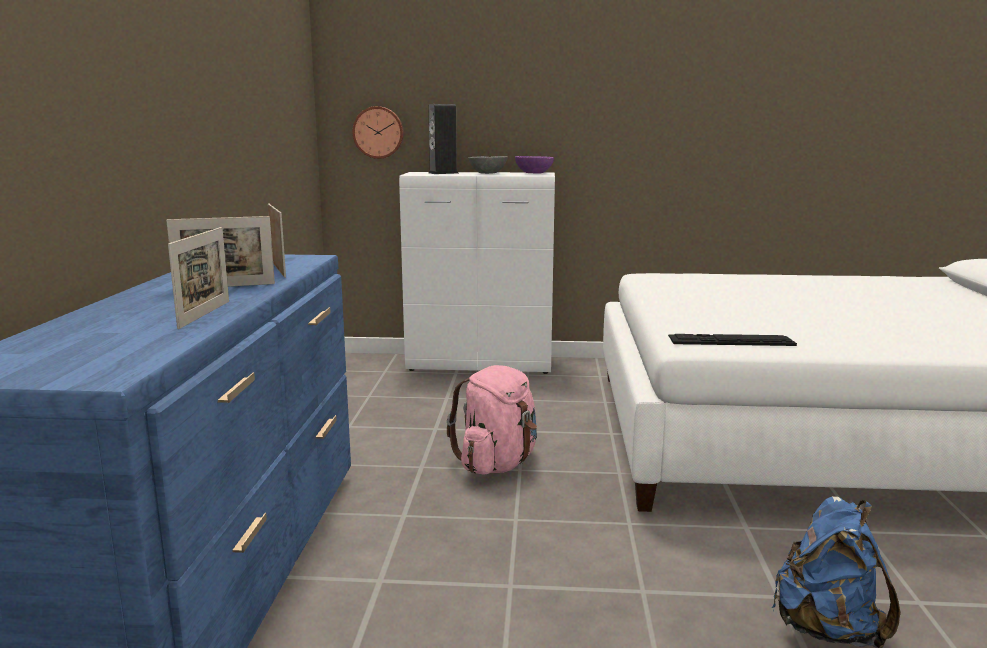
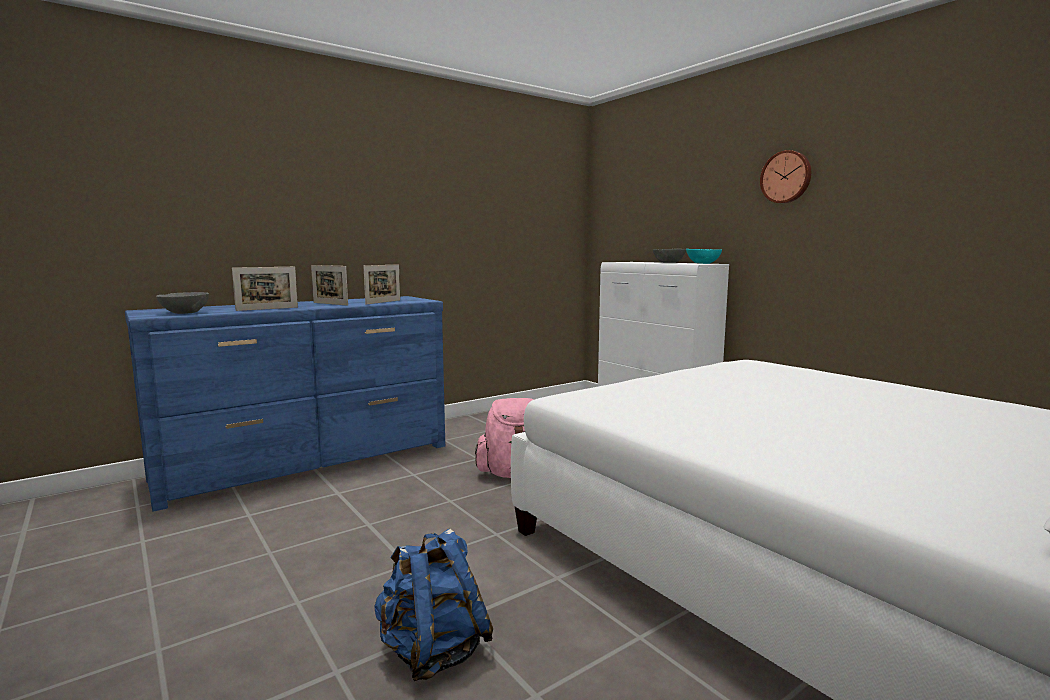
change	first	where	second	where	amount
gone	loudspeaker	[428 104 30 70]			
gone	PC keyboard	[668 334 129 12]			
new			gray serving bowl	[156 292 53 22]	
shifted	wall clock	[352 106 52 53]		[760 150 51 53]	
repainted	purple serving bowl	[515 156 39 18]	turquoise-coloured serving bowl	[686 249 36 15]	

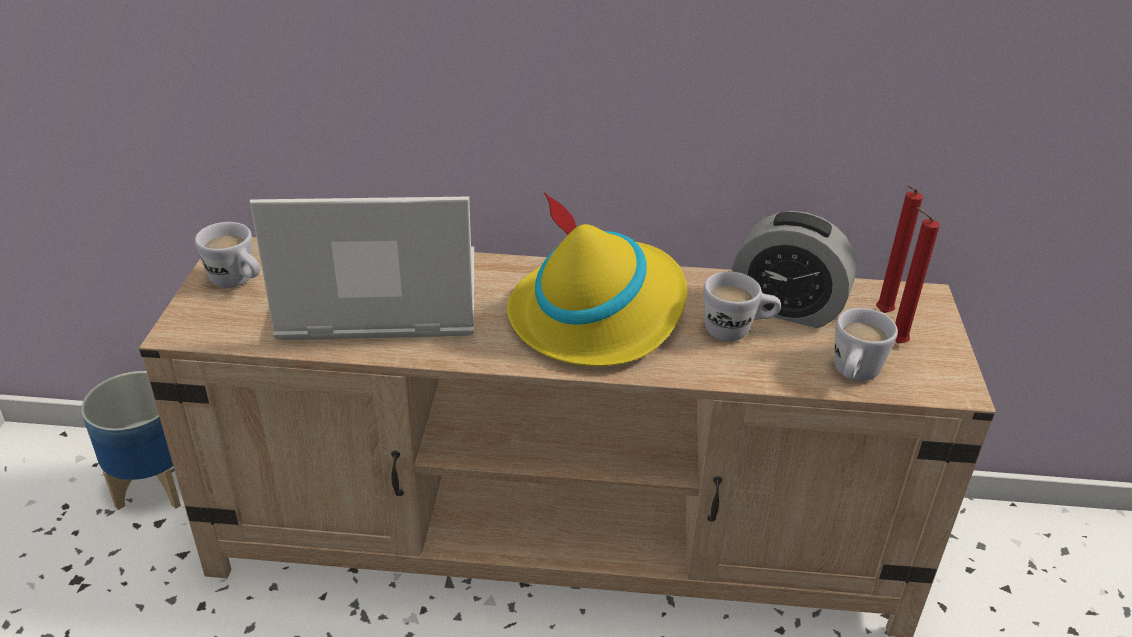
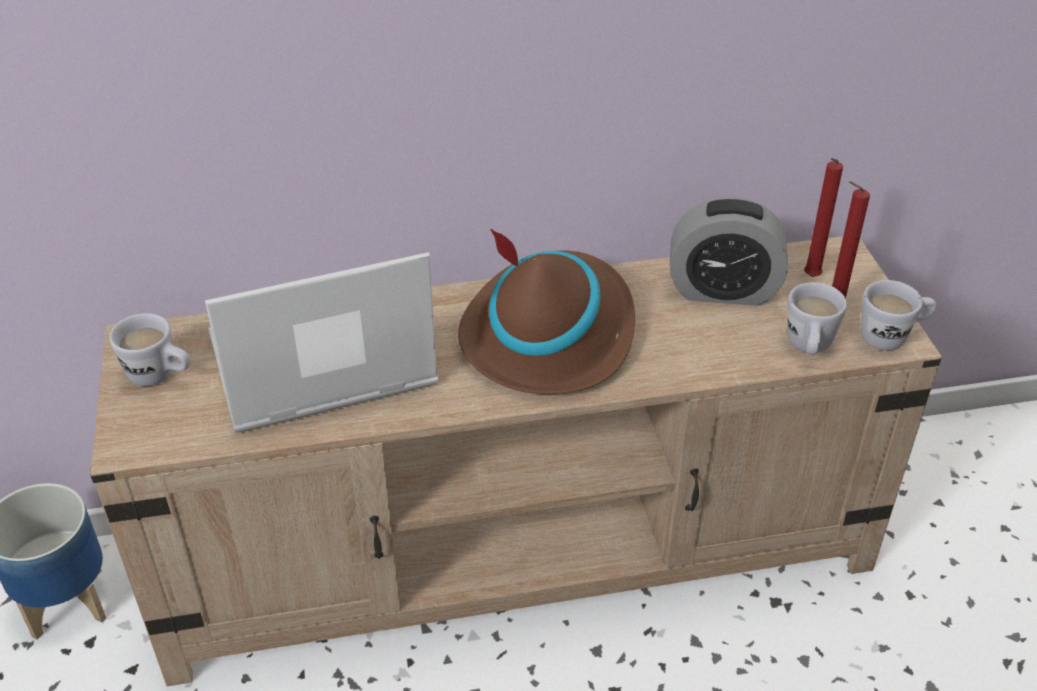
change	first	where	second	where	amount
shifted	white-coloured coffee mug	[704 271 77 70]		[861 280 76 71]	
repainted	yellowish clothing hat	[507 192 180 174]	brown-coloured clothing hat	[458 229 177 165]	

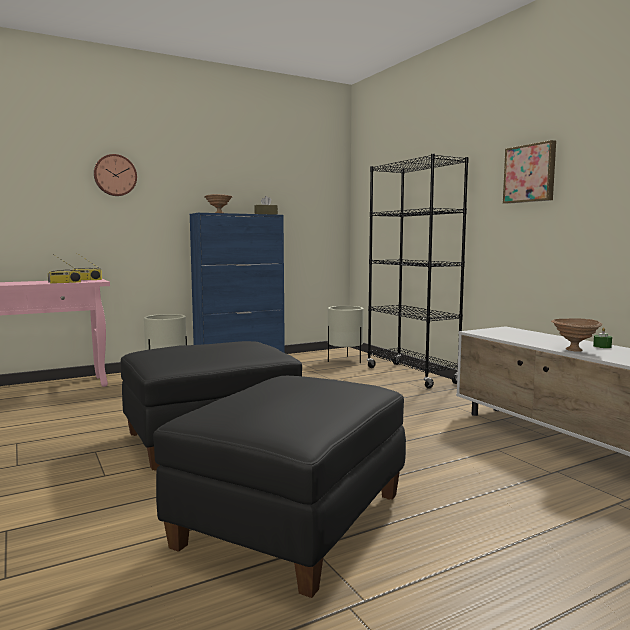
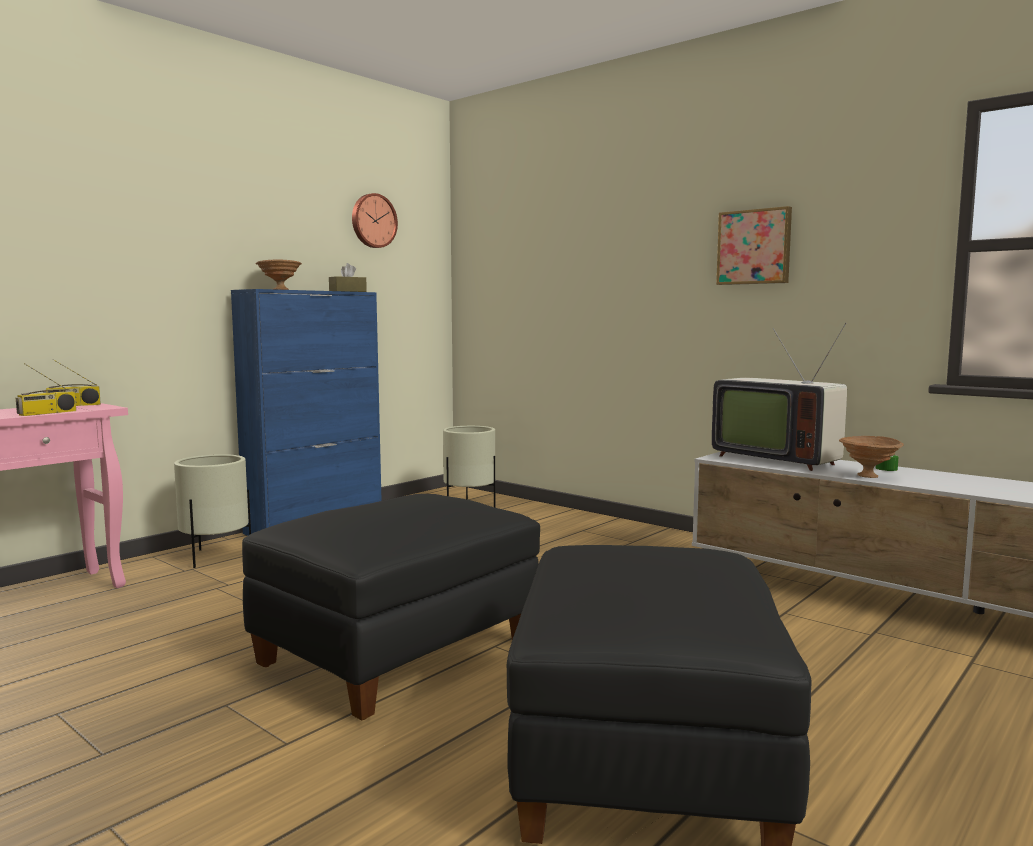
change	first	where	second	where	amount
gone	blackish bookshelf	[367 154 102 235]			
new			TV set	[712 323 135 148]	
shifted	wall clock	[94 154 43 42]		[352 193 46 55]	

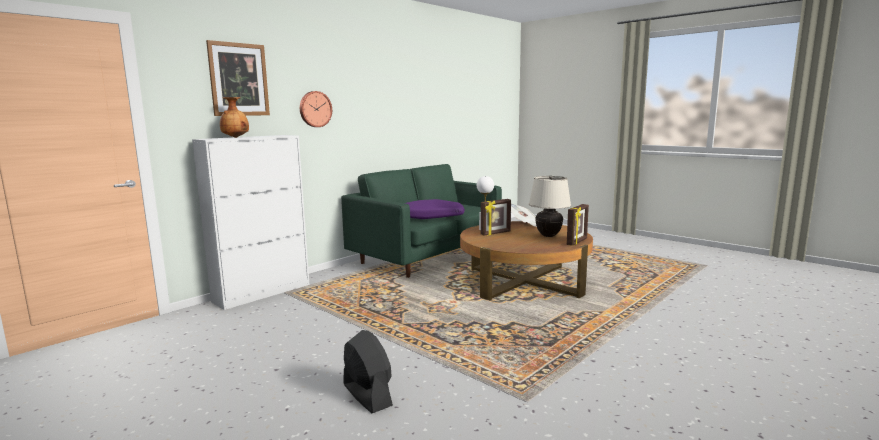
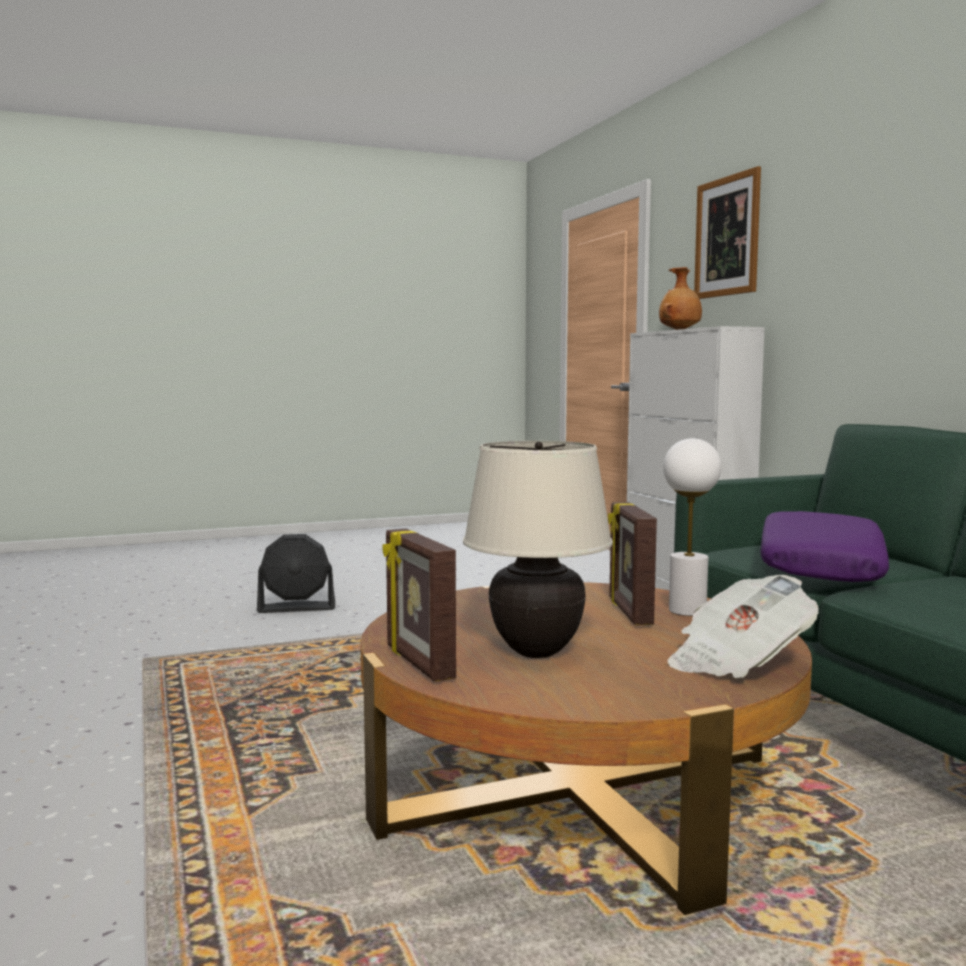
change	first	where	second	where	amount
gone	wall clock	[300 91 32 36]			

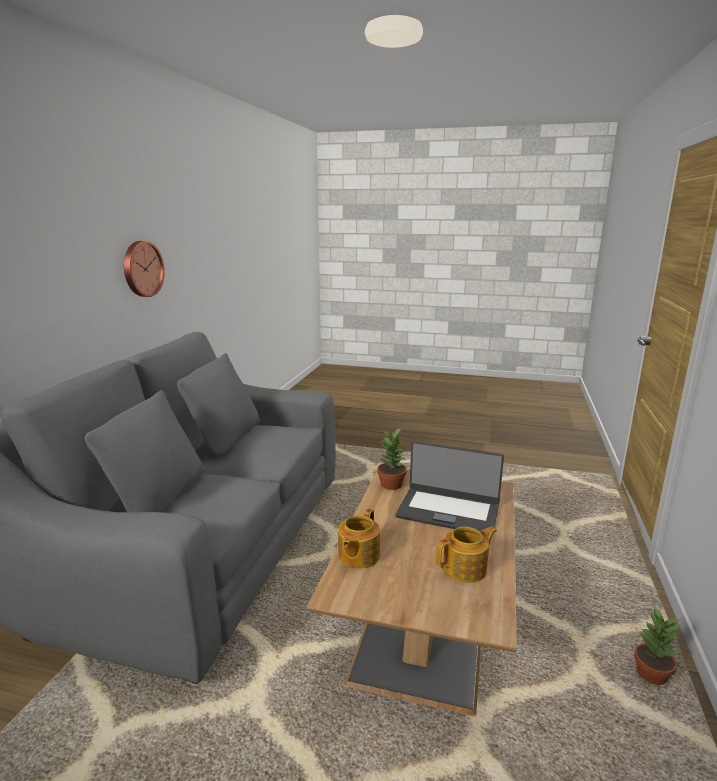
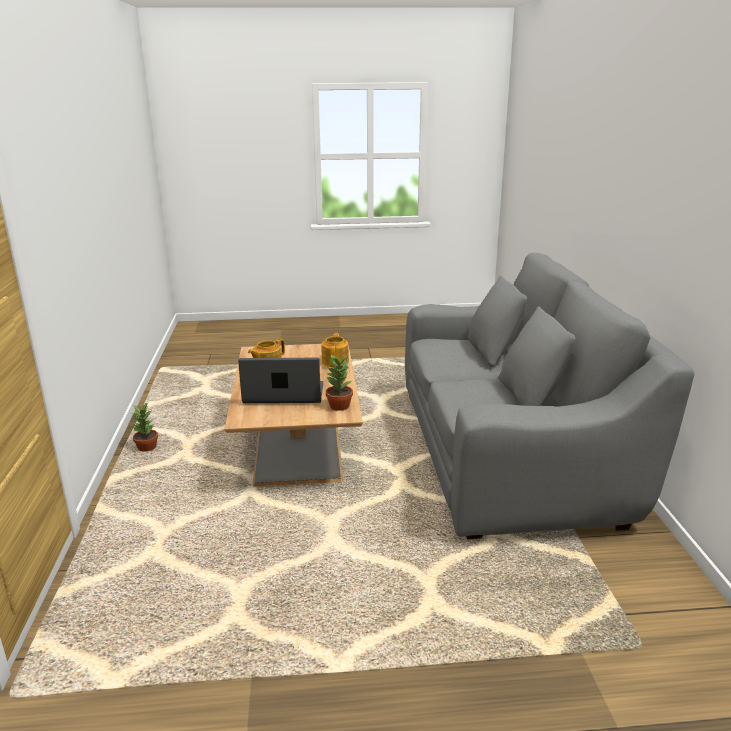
change	first	where	second	where	amount
gone	wall clock	[124 241 41 56]			

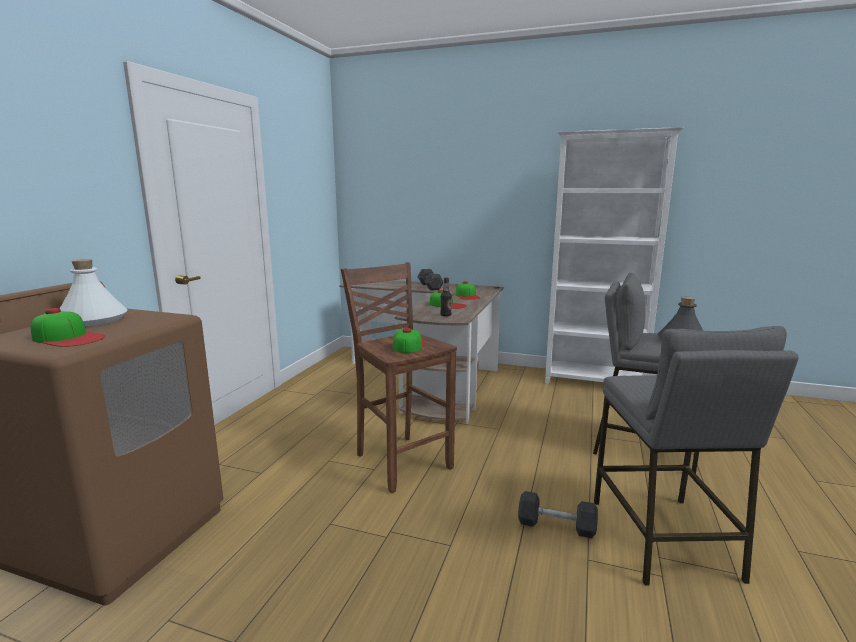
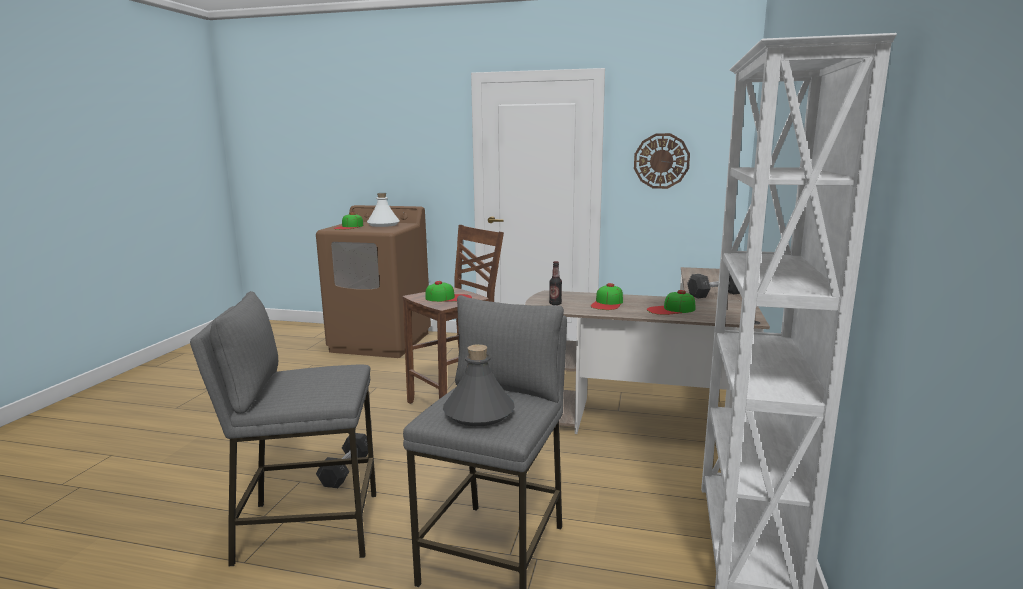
change	first	where	second	where	amount
new			wall clock	[634 133 56 56]	

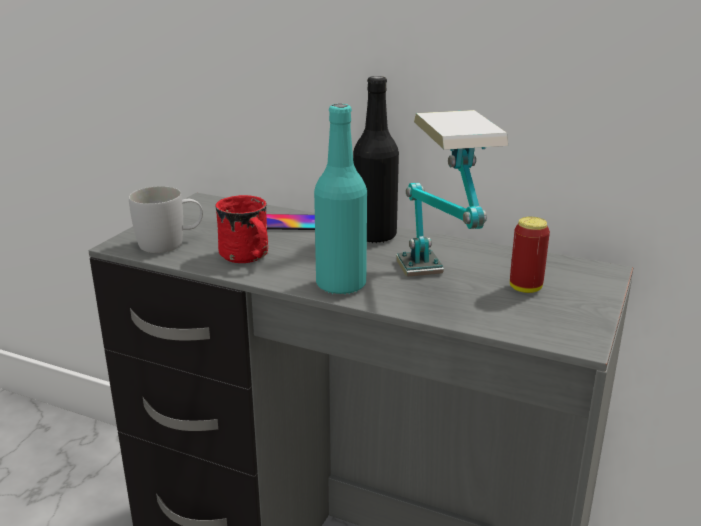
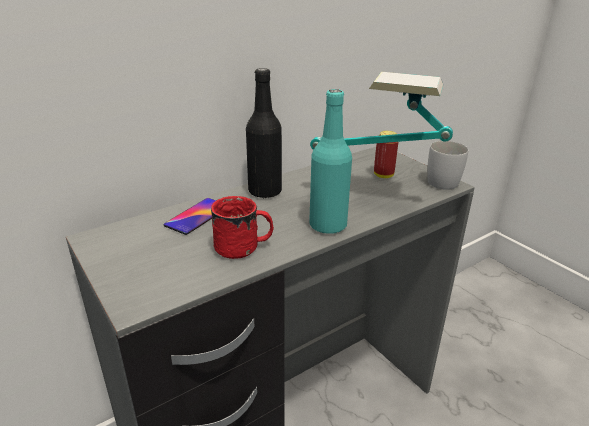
change	first	where	second	where	amount
shifted	white-coloured coffee mug	[129 186 74 67]		[427 141 42 49]	

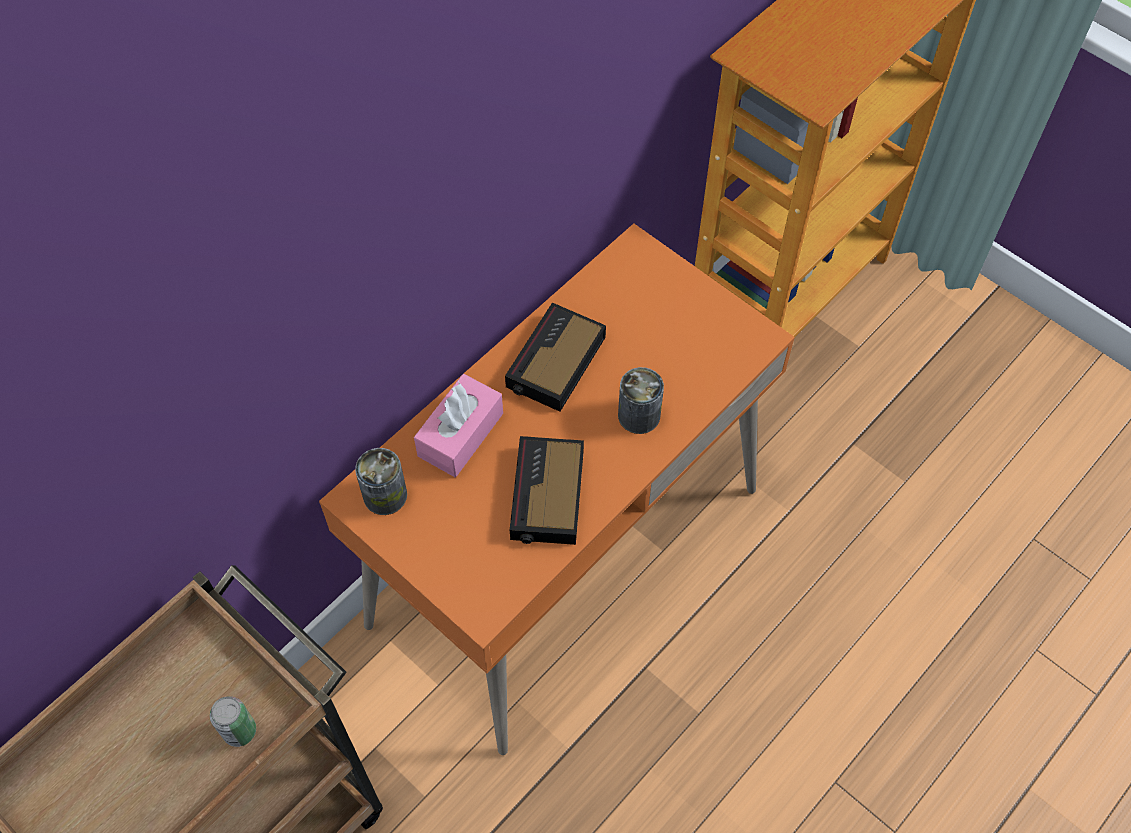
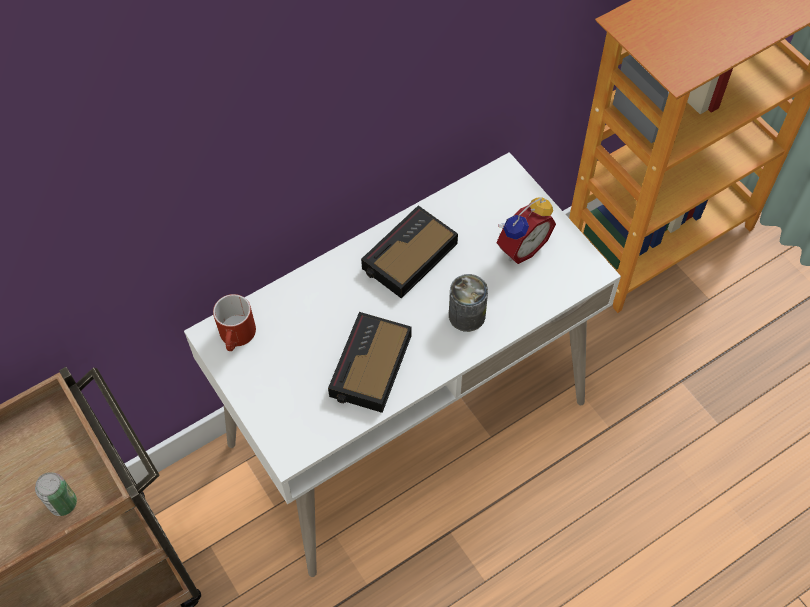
change	first	where	second	where	amount
gone	pinkish box of tissues	[414 374 89 103]			
new			bedside clock	[496 197 60 67]	
swapped	can	[355 448 52 67]	reddish coffee mug	[213 294 43 57]	
repainted	orange desk unit	[319 223 476 532]	white-coloured desk unit	[184 152 437 425]	

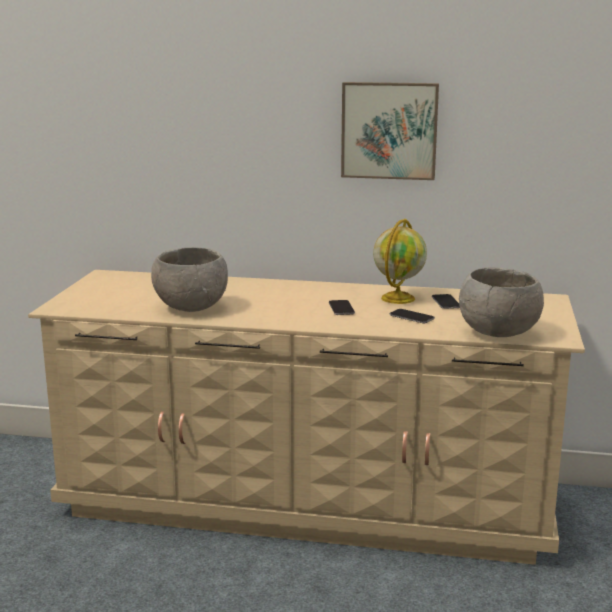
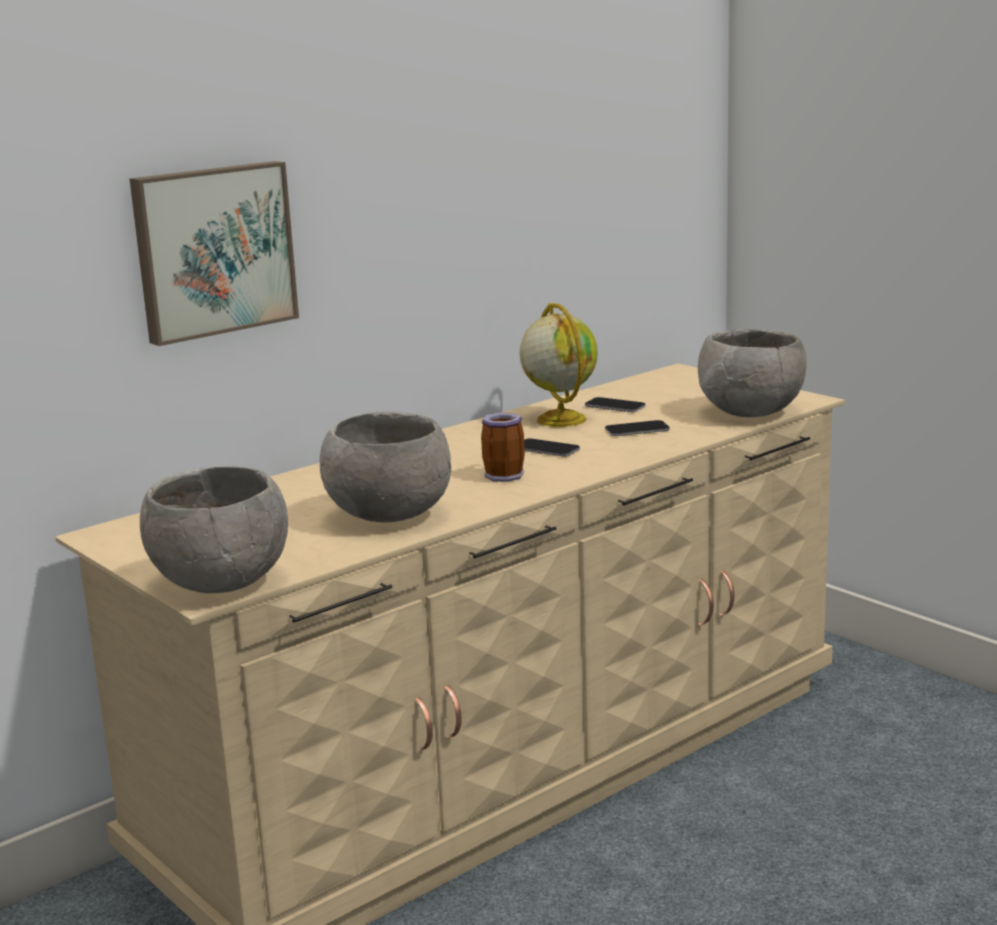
change	first	where	second	where	amount
new			gray serving bowl	[140 466 148 128]	
new			coffee mug	[481 412 44 70]	
shifted	picture	[341 82 98 98]		[130 161 169 185]	

